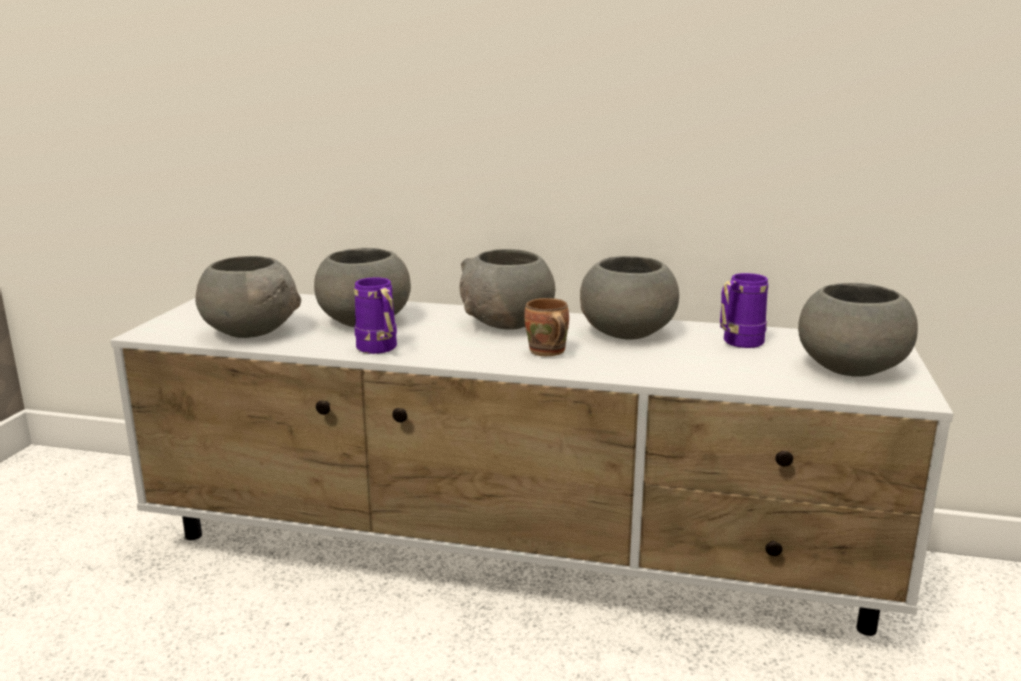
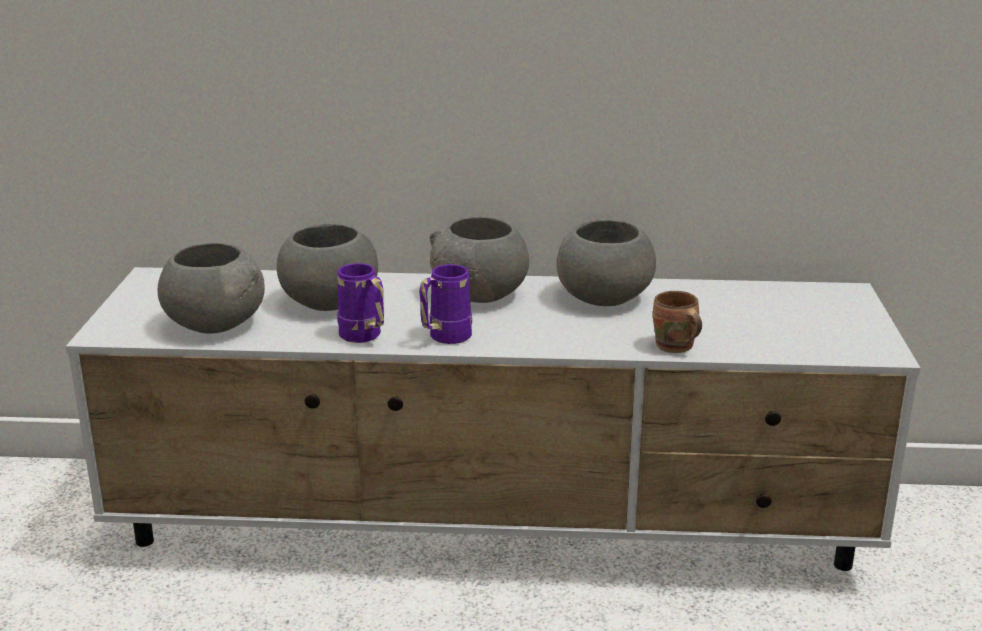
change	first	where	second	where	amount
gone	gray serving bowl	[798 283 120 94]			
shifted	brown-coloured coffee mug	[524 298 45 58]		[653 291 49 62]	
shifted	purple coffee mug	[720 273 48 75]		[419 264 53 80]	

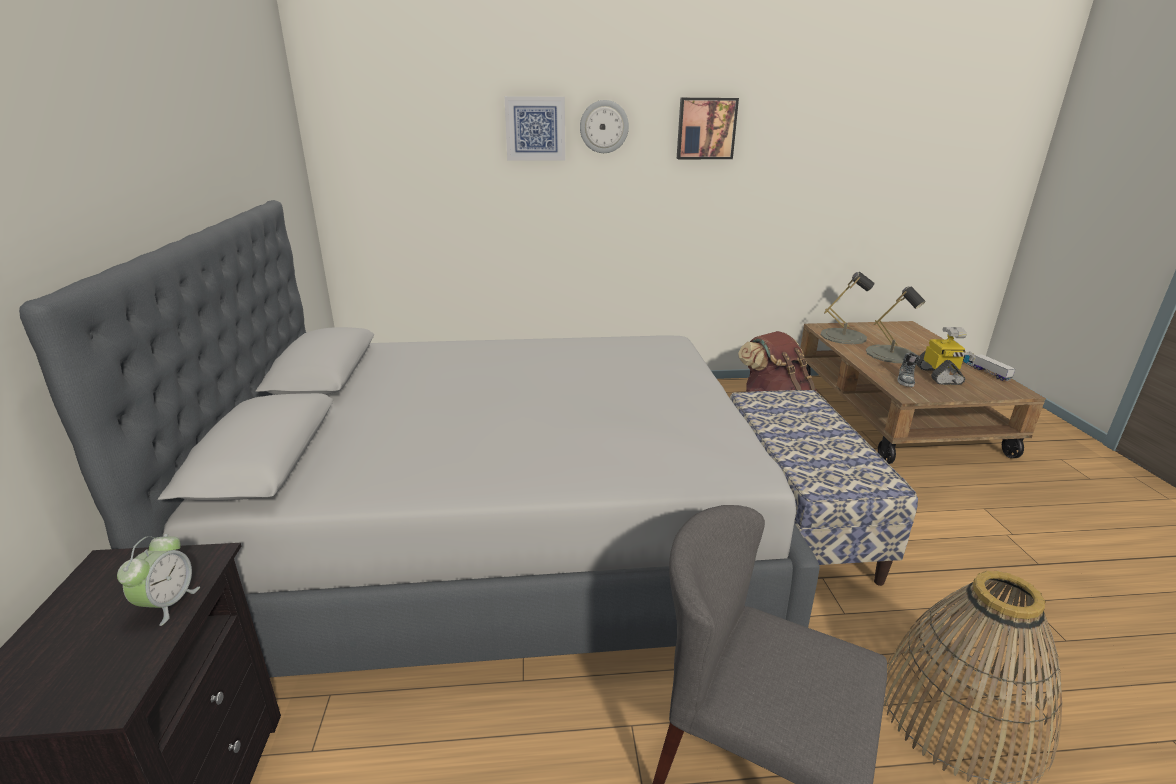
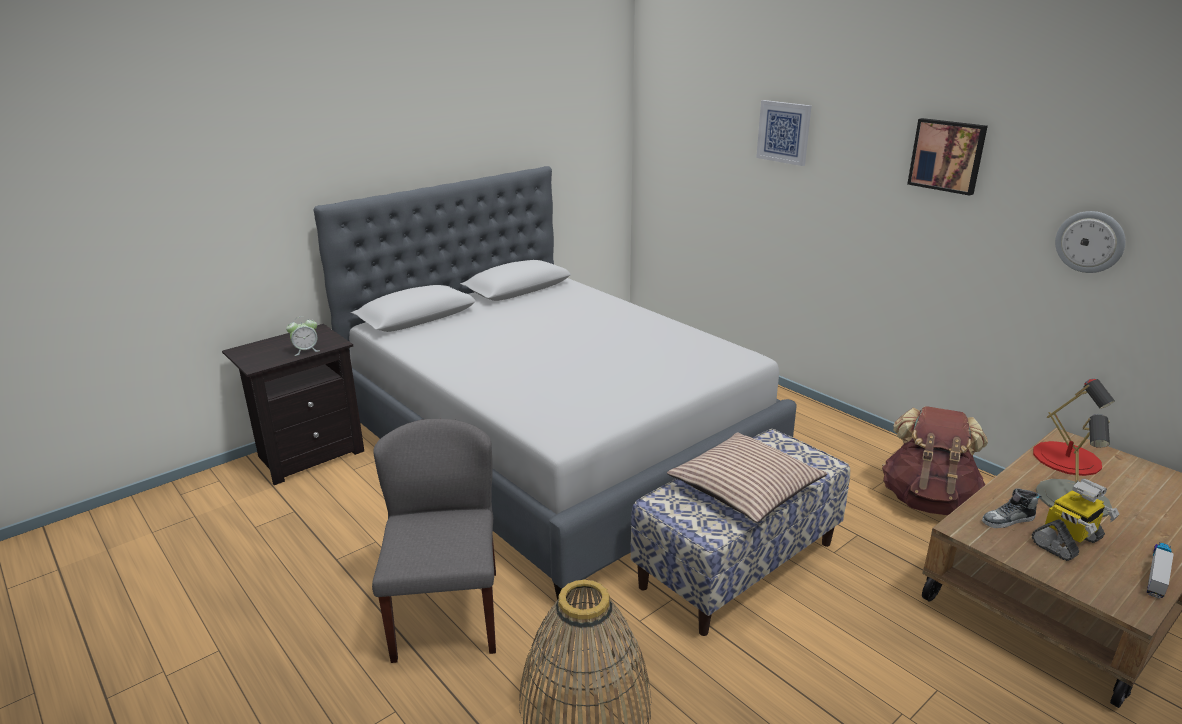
change	first	where	second	where	amount
new			cushion	[667 432 160 91]	
shifted	wall clock	[580 100 49 53]		[1055 211 71 62]	
repainted	gray lamp for a table	[821 272 53 72]	reddish lamp for a table	[1033 378 82 98]	

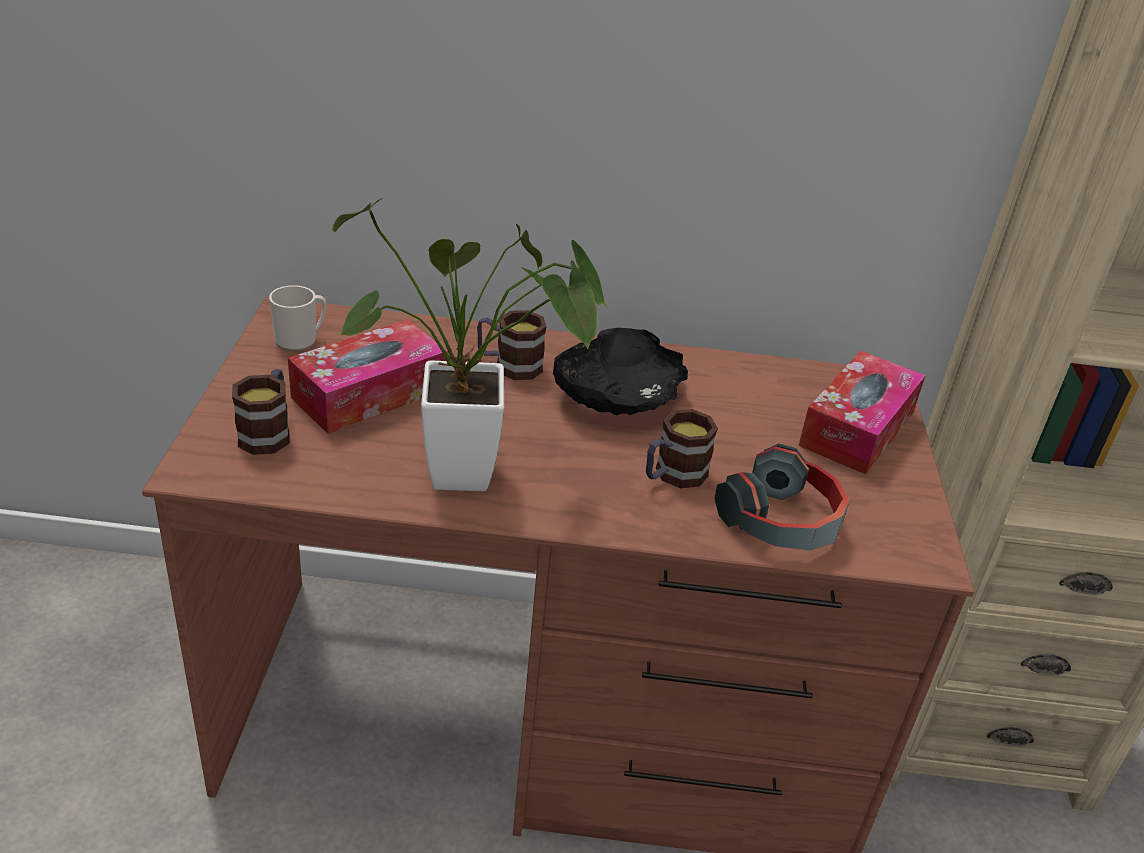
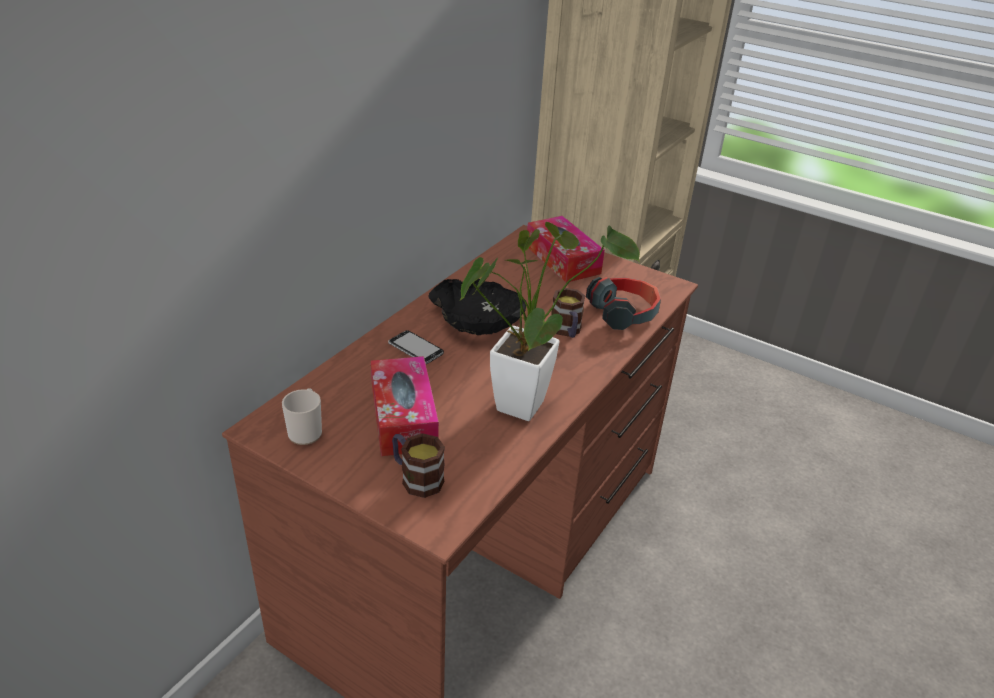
change	first	where	second	where	amount
swapped	coffee mug	[477 310 70 70]	telephone	[388 330 56 34]	

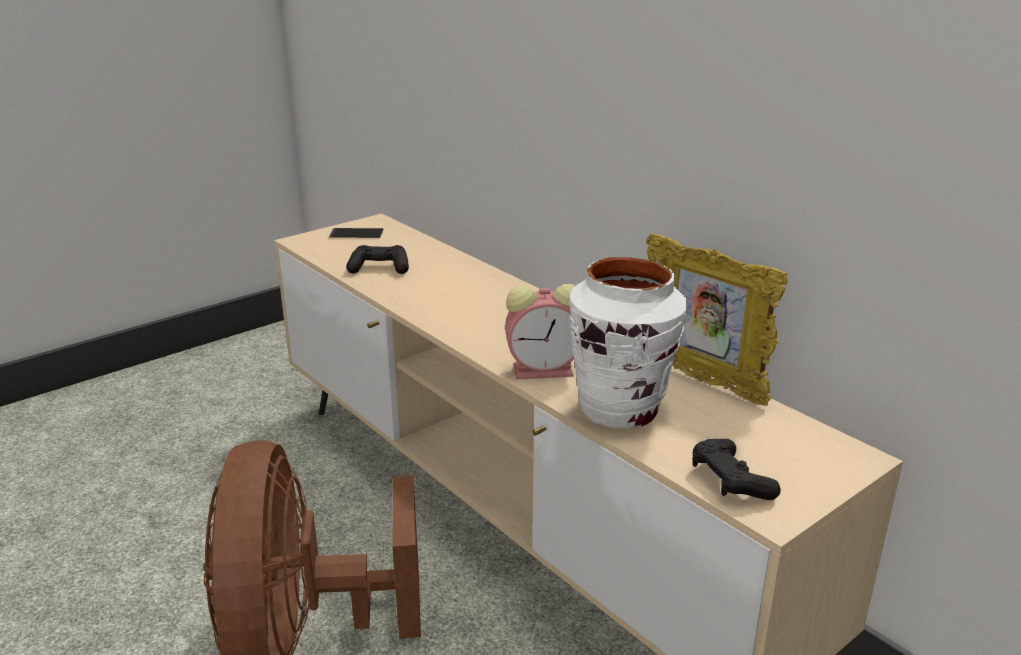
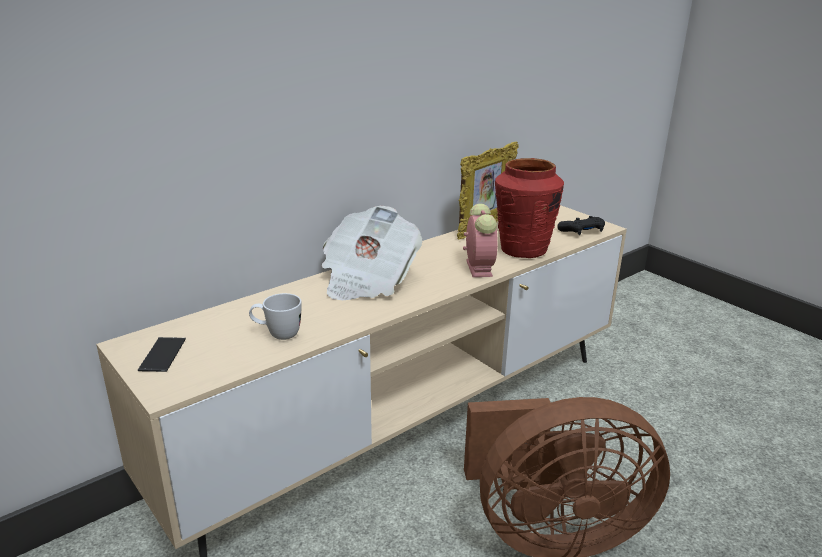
change	first	where	second	where	amount
new			printed paper	[322 206 100 94]	
swapped	blackish gamepad	[346 245 63 29]	white-coloured coffee mug	[249 293 53 47]	
repainted	white-coloured flower vase	[569 257 119 172]	reddish flower vase	[495 158 69 100]	

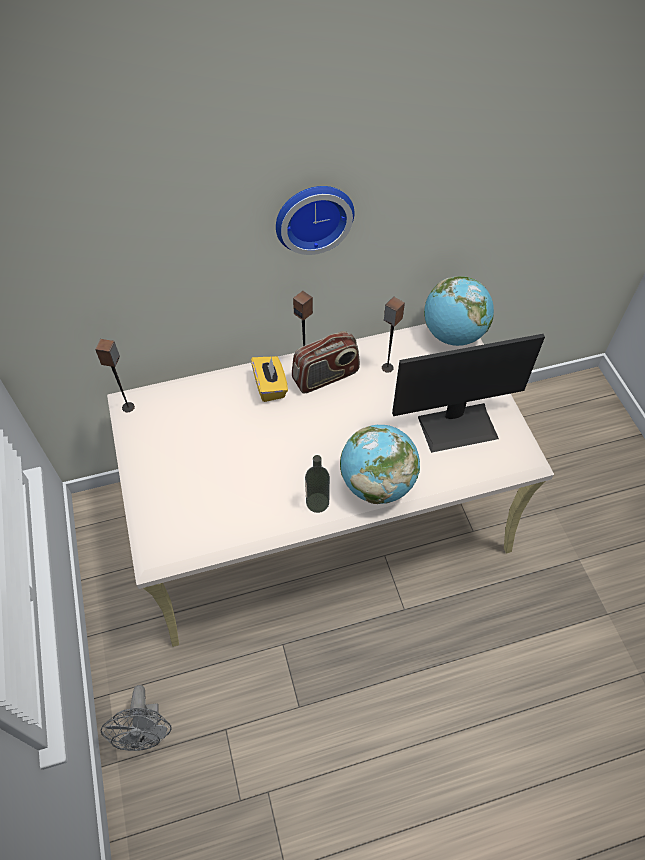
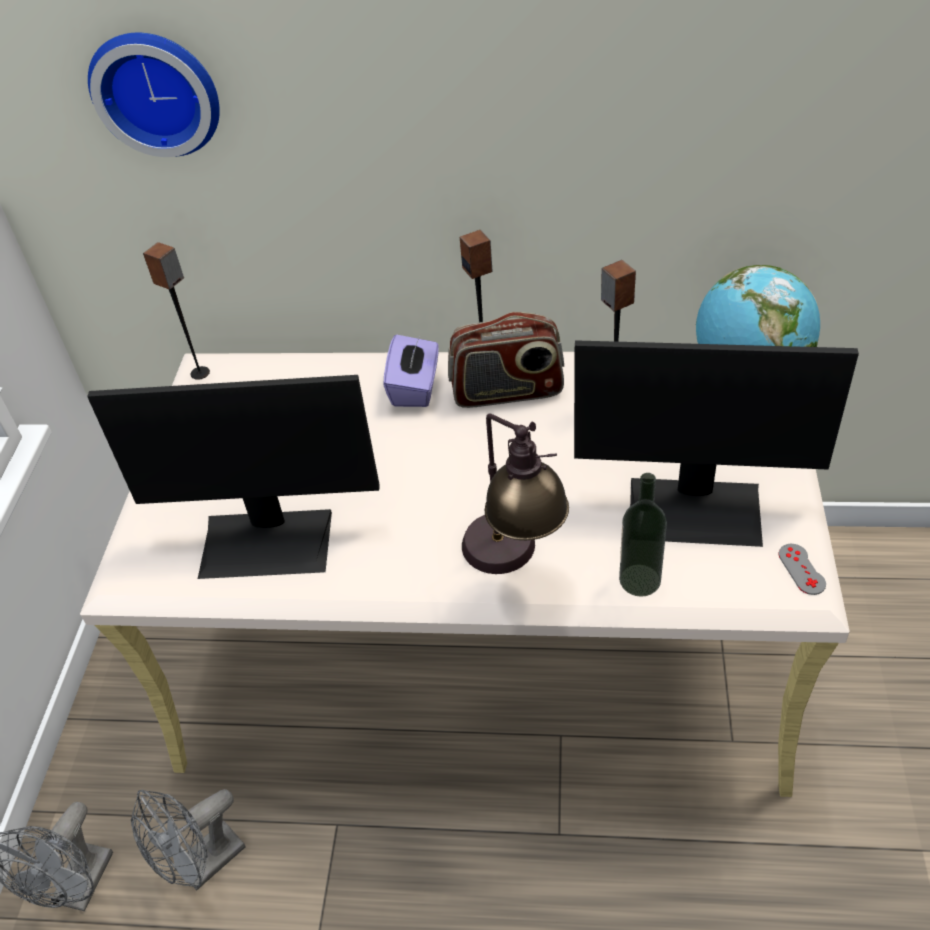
change	first	where	second	where	amount
new			computer screen	[87 375 293 204]	
new			gray fan	[131 789 115 102]	
new			gray gamepad	[779 544 47 51]	
shifted	wall clock	[276 186 78 69]		[88 33 132 124]	
shifted	bottle	[305 455 25 58]		[619 473 48 124]	
swapped	desk globe	[340 425 80 79]	lamp for a table	[462 413 107 161]	
repainted	yellowish box of tissues	[251 356 37 46]	purple box of tissues	[383 334 56 73]	

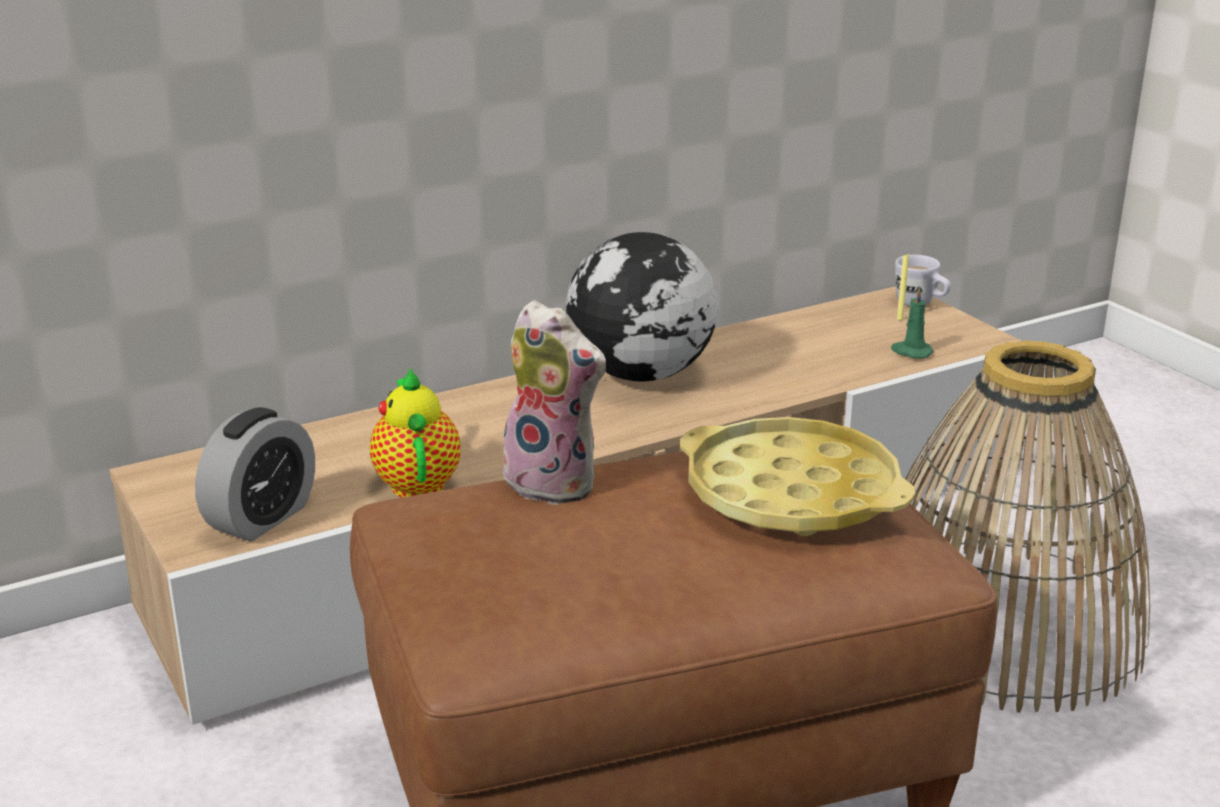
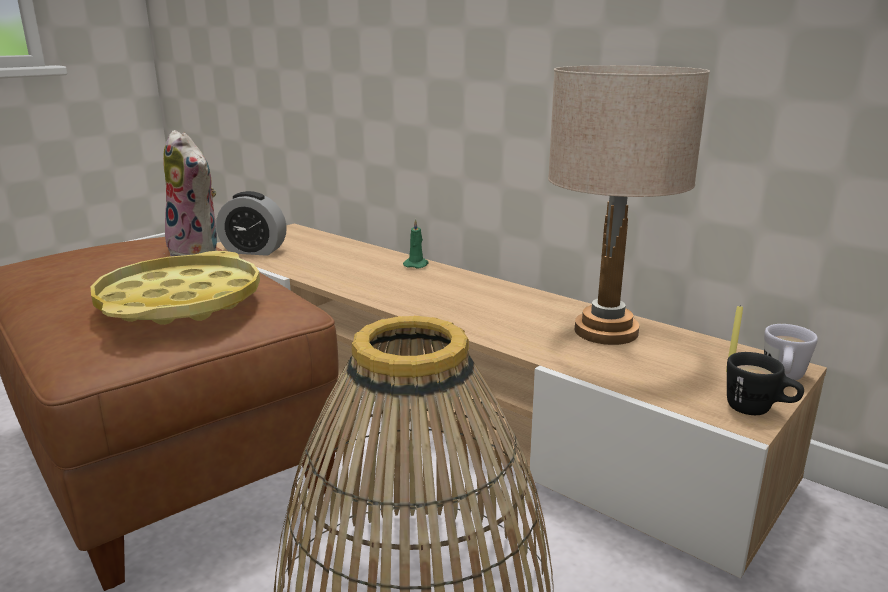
change	first	where	second	where	amount
gone	teapot	[370 367 91 130]			
gone	desk globe	[566 232 152 150]			
new			beige-coloured lamp for a table	[548 65 162 280]	
new			blackish coffee mug	[727 352 77 63]	
shifted	green-coloured wax candle	[891 287 43 71]		[403 219 25 49]	
rotated	cuddly toy	[499 300 107 205]		[163 130 54 126]	60 degrees counterclockwise

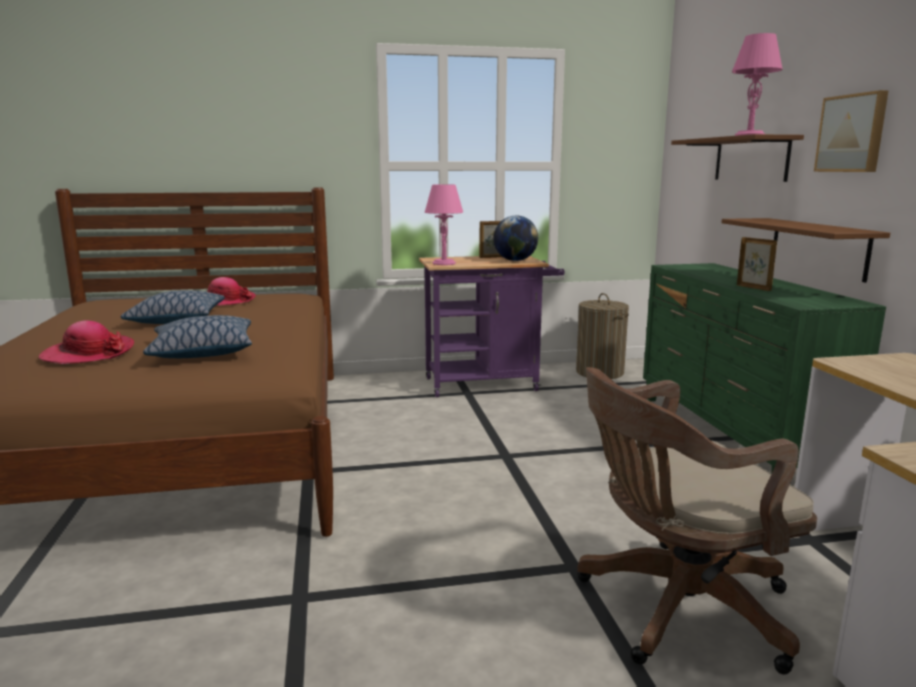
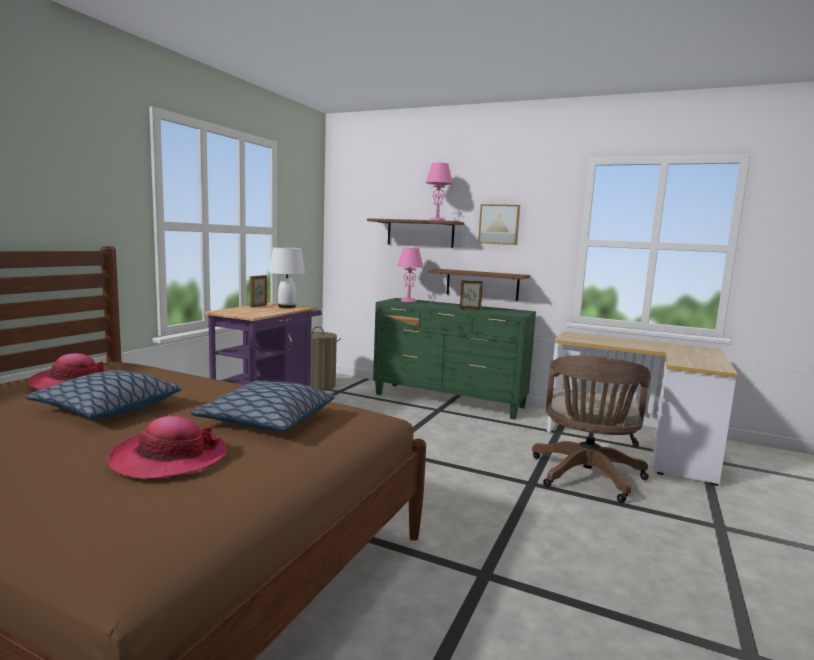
change	first	where	second	where	amount
shifted	pinkish lamp for a table	[425 184 38 81]		[397 248 26 54]	
swapped	desk globe	[493 215 45 46]	white-coloured lamp for a table	[269 247 36 61]	

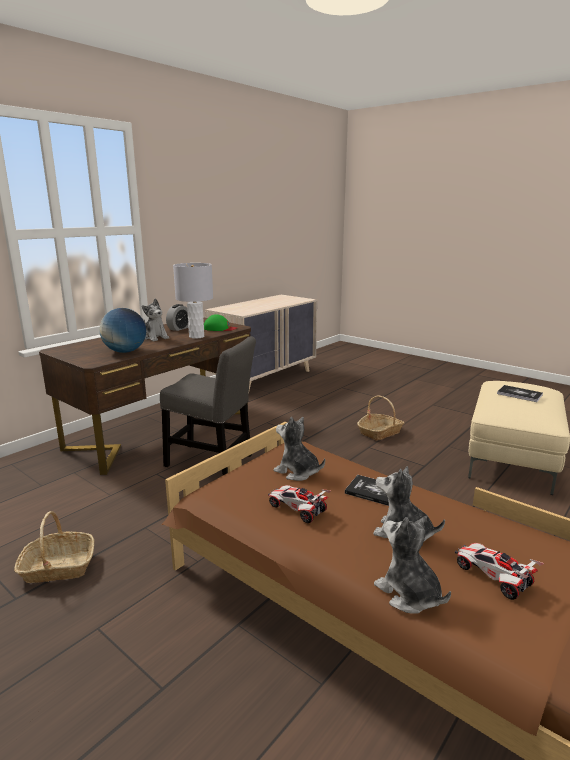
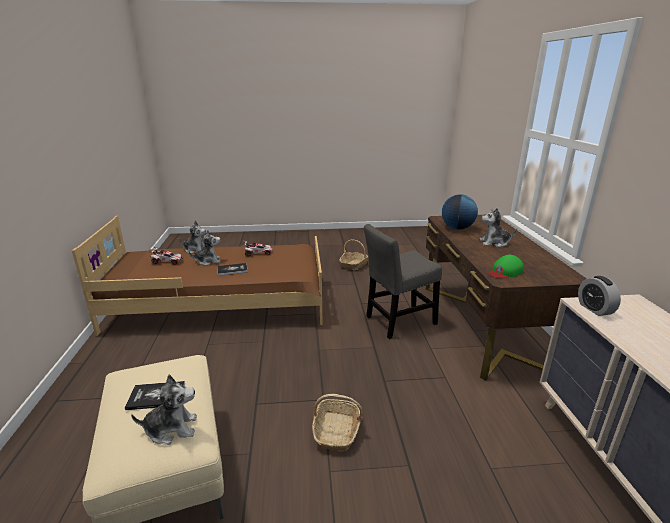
change	first	where	second	where	amount
gone	gray lamp for a table	[173 263 40 76]			
shifted	bedside clock	[166 304 22 27]		[578 276 43 40]	
shifted	cuddly toy	[273 417 52 64]		[131 374 66 71]	

